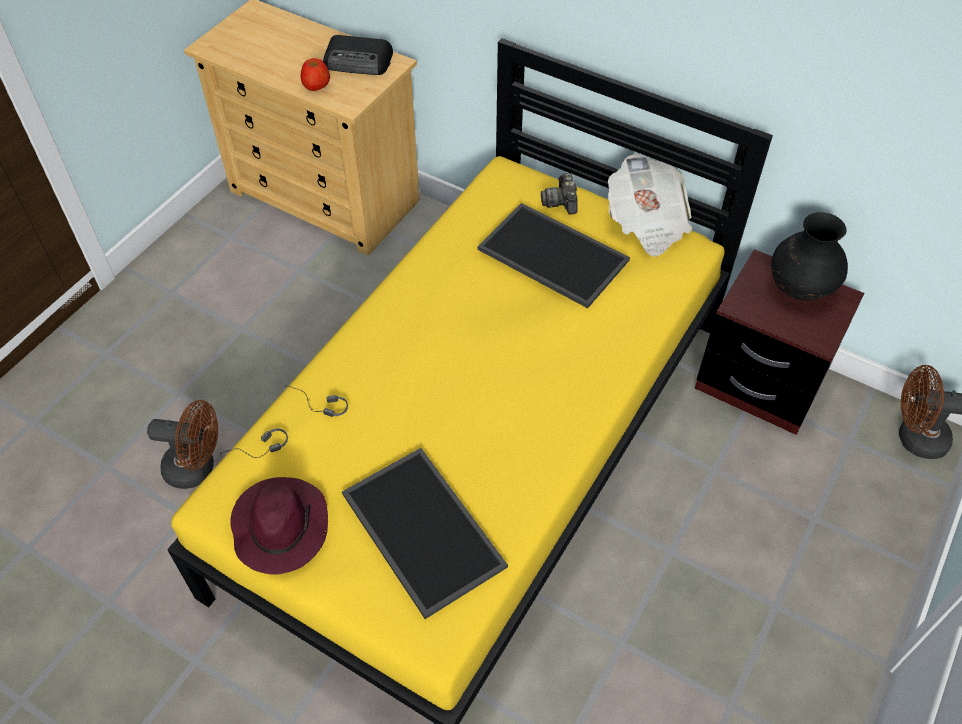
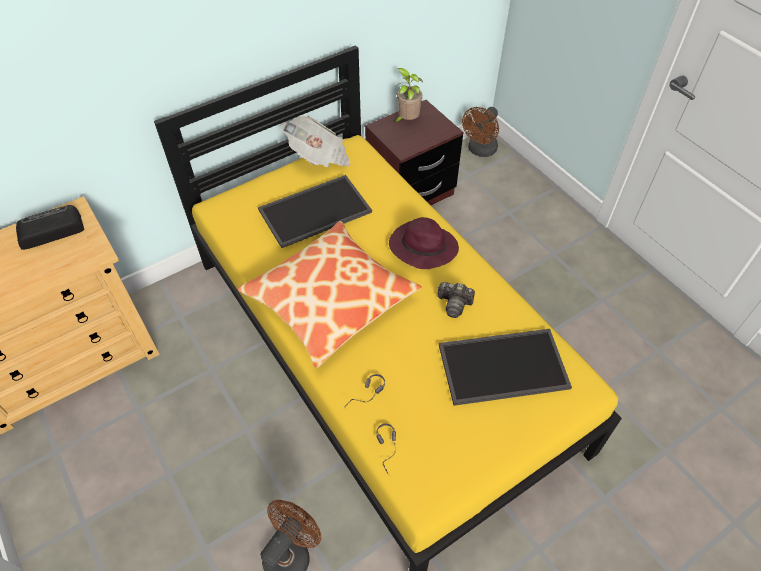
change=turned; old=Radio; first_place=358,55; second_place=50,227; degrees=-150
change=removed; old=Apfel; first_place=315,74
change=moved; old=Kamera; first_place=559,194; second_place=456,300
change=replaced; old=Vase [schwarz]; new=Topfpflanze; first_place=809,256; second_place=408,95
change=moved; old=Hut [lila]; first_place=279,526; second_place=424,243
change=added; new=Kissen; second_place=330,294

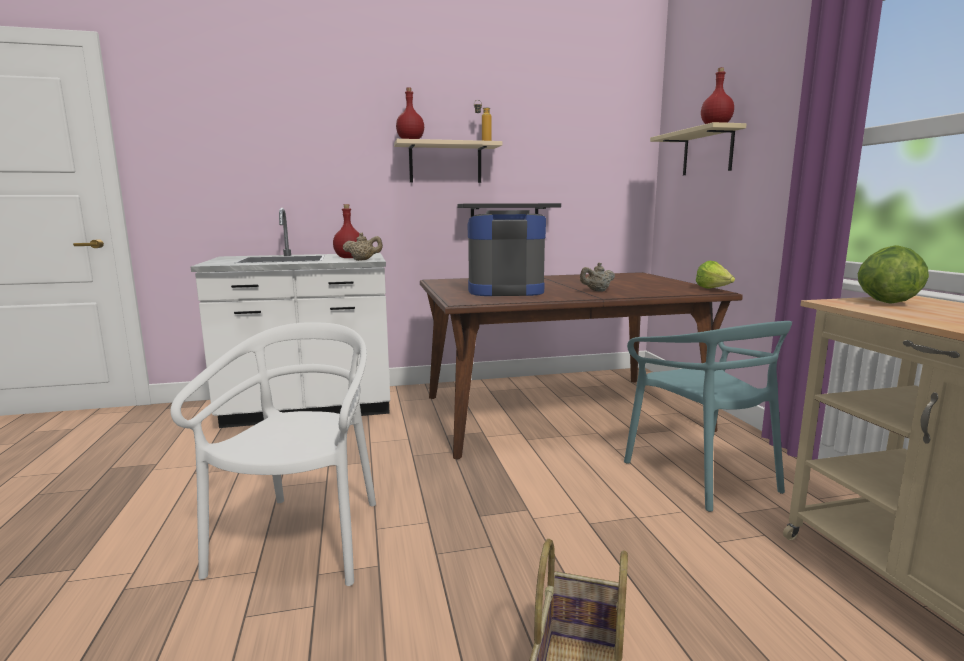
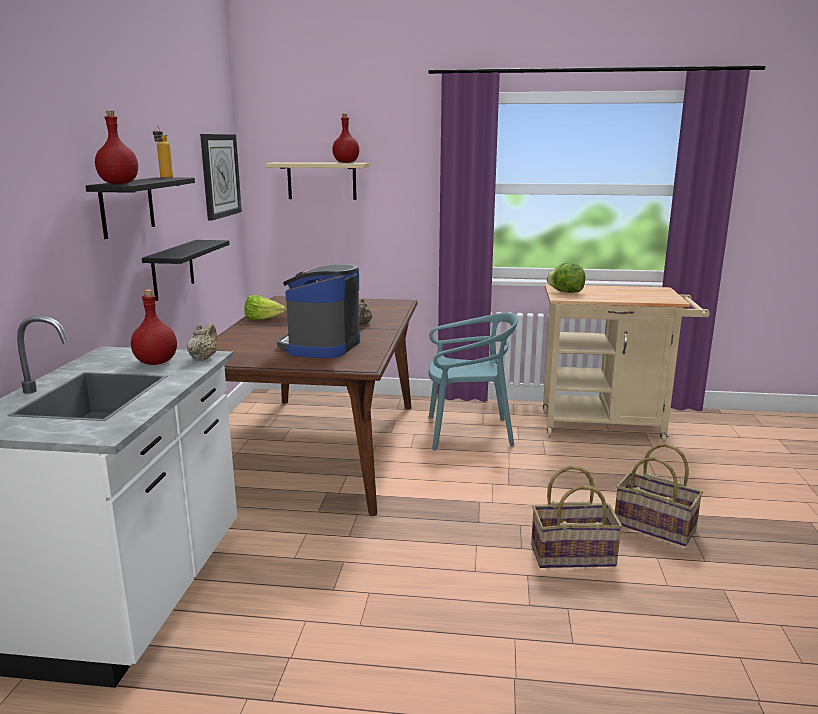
change=recoloured; old=Wandregal [beige]; new=Wandregal [schwarz]; first_place=448,161; second_place=140,208
change=moved; old=Salatkopf; first_place=715,275; second_place=266,307
change=removed; old=Stuhl [weiß]; first_place=273,454
change=added; new=Wanduhr; second_place=221,177
change=added; new=Korb; second_place=577,517

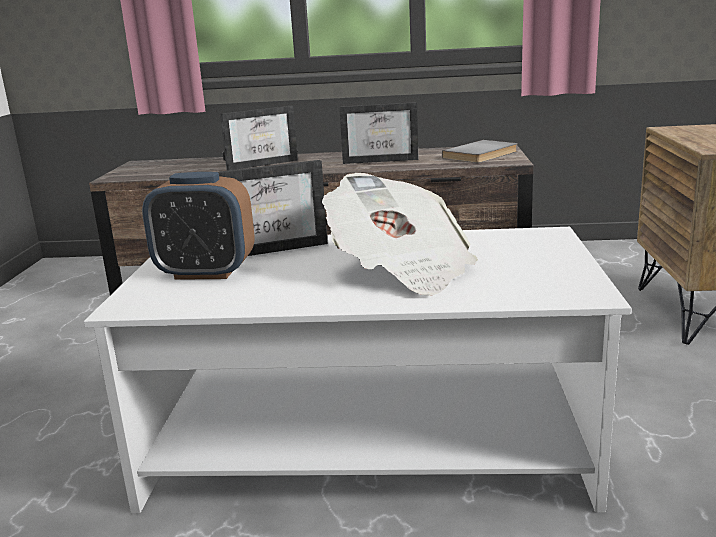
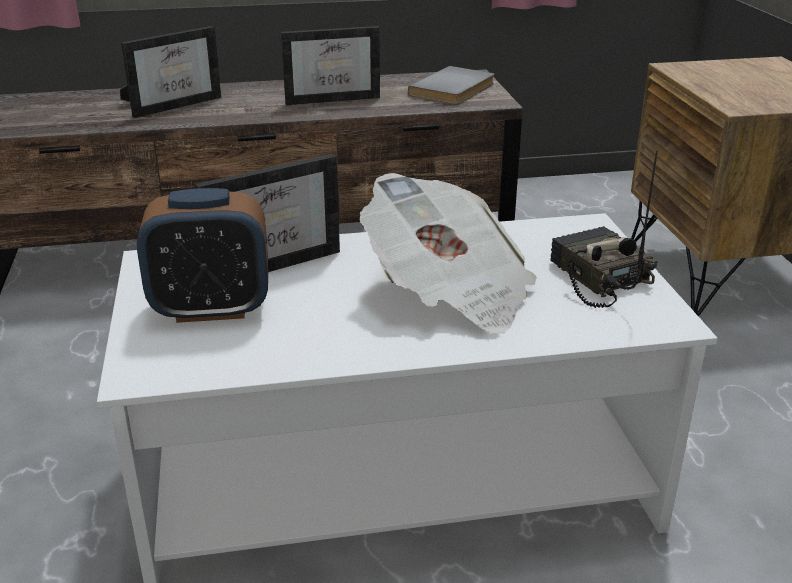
change=added; new=Radio; second_place=604,229

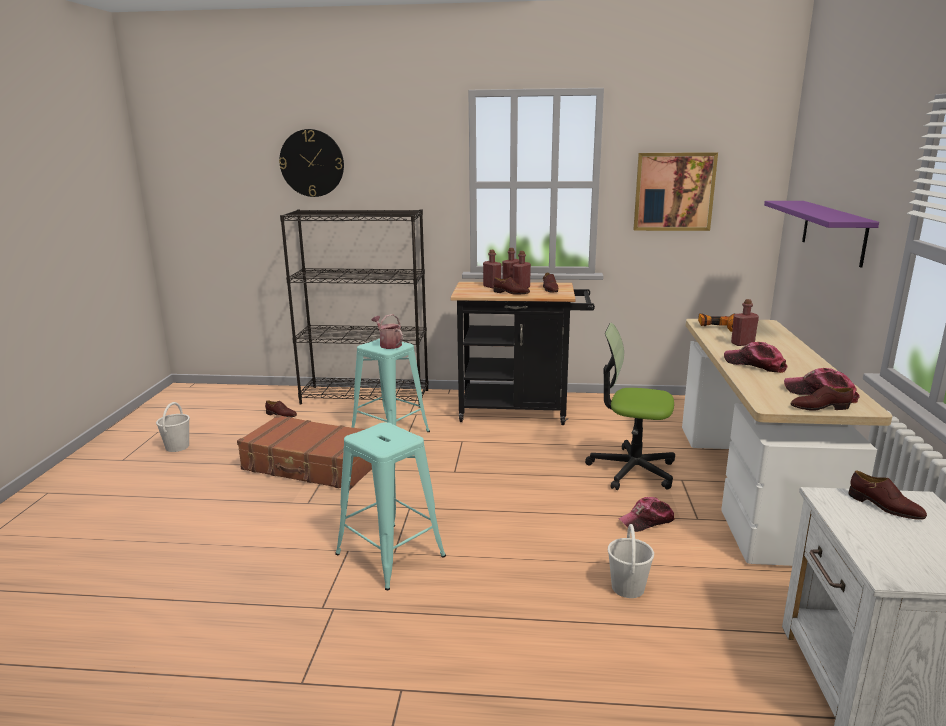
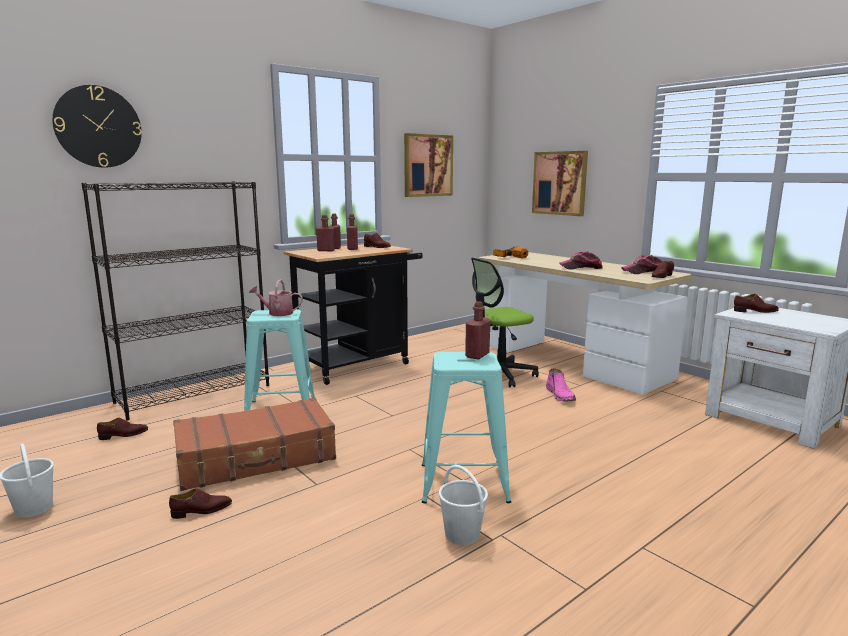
change=replaced; old=Wandregal [lila]; new=Bild; first_place=821,234; second_place=560,183
change=moved; old=Schuh [braun]; first_place=511,285; second_place=200,503
change=moved; old=Flasche [rot]; first_place=745,322; second_place=478,330
change=replaced; old=Kappe; new=Stiefel [rosa]; first_place=646,514; second_place=561,384
change=moved; old=Eimer [weiß]; first_place=631,561; second_place=463,505

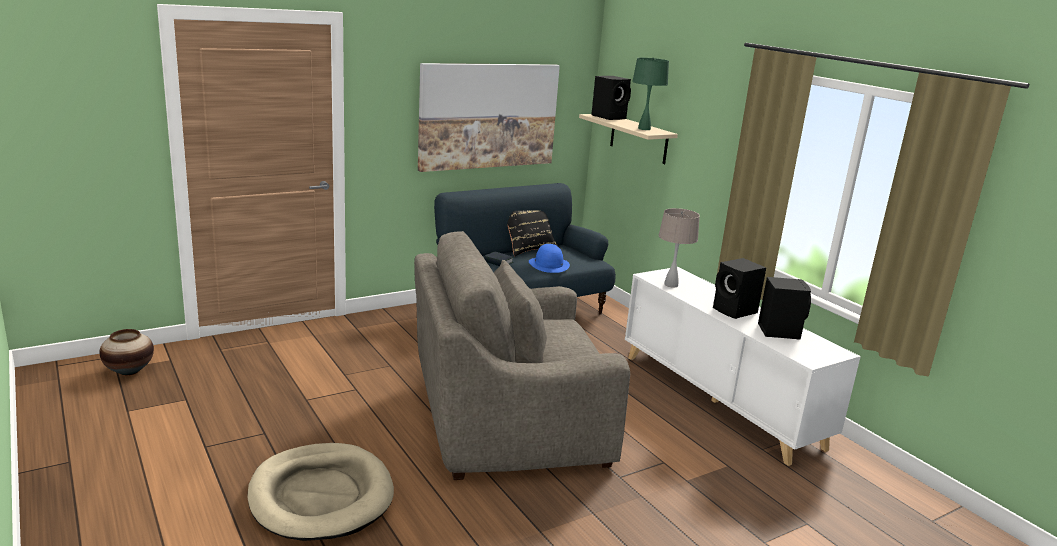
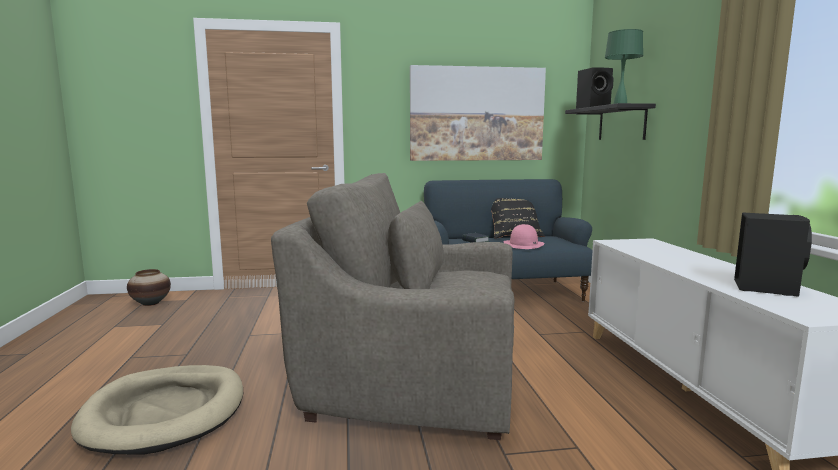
change=recoloured; old=Wandregal [beige]; new=Wandregal [schwarz]; first_place=628,139; second_place=610,121
change=removed; old=Tischlampe [beige]; first_place=679,247
change=recoloured; old=Hut [blau]; new=Hut [rosa]; first_place=549,258; second_place=524,236
change=removed; old=Lautsprecher [schwarz]; first_place=739,288

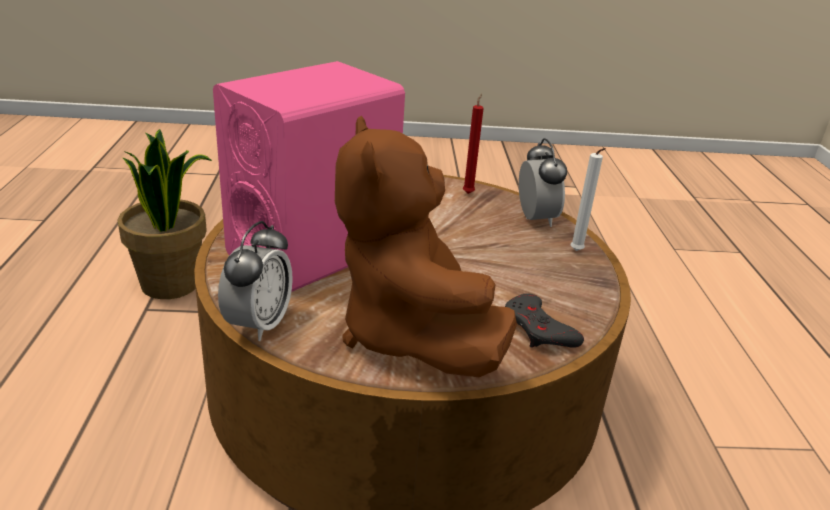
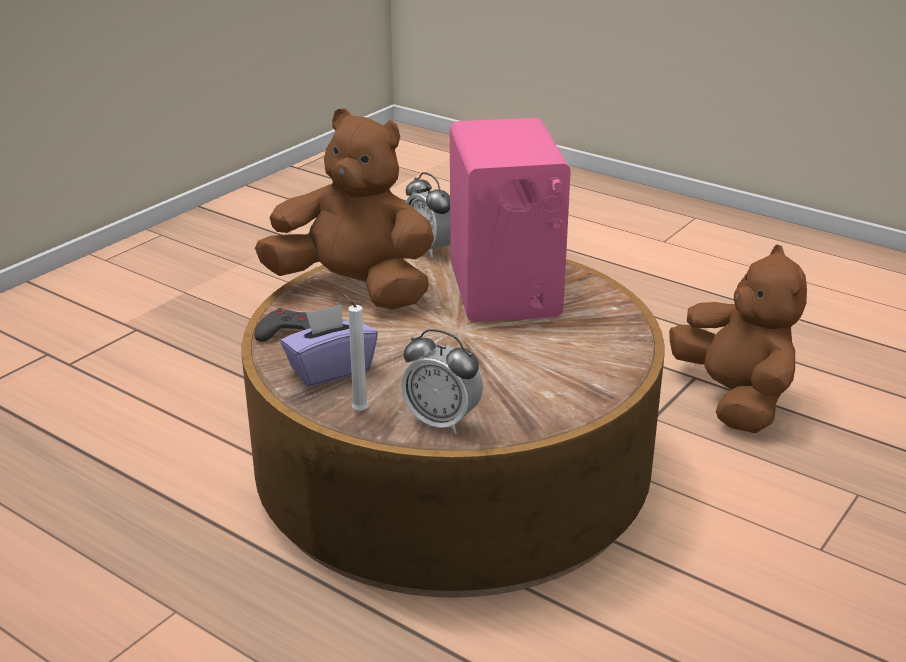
change=removed; old=Kerze [rot]; first_place=473,143
change=replaced; old=Topfpflanze; new=Plüschtier [braun]; first_place=164,214; second_place=738,339
change=added; new=Taschentuchbox [lila]; second_place=329,345

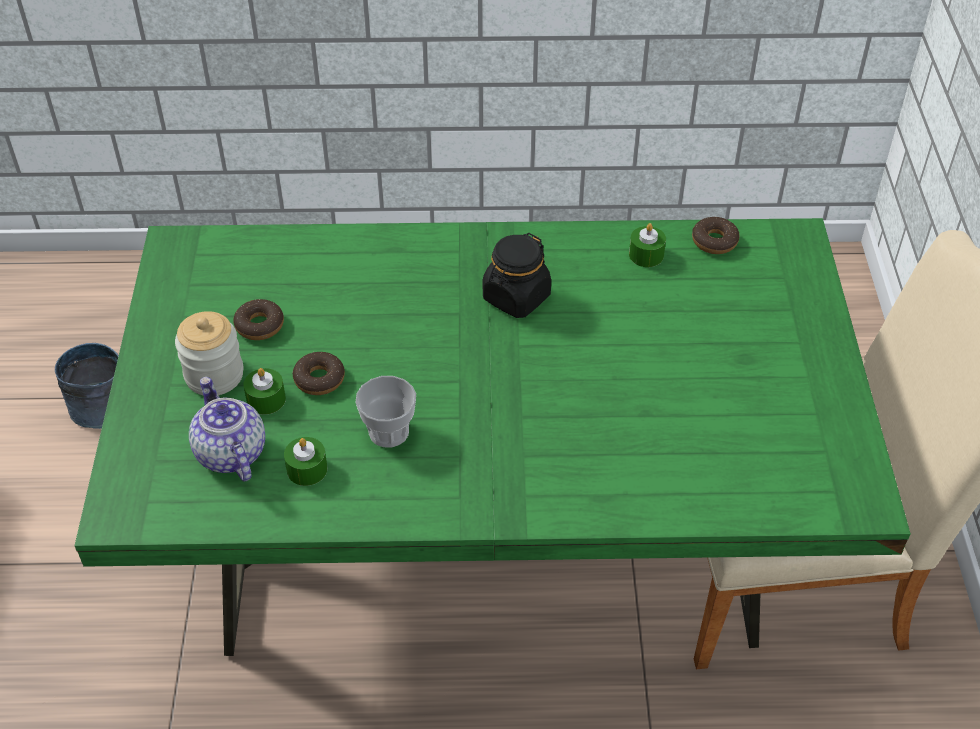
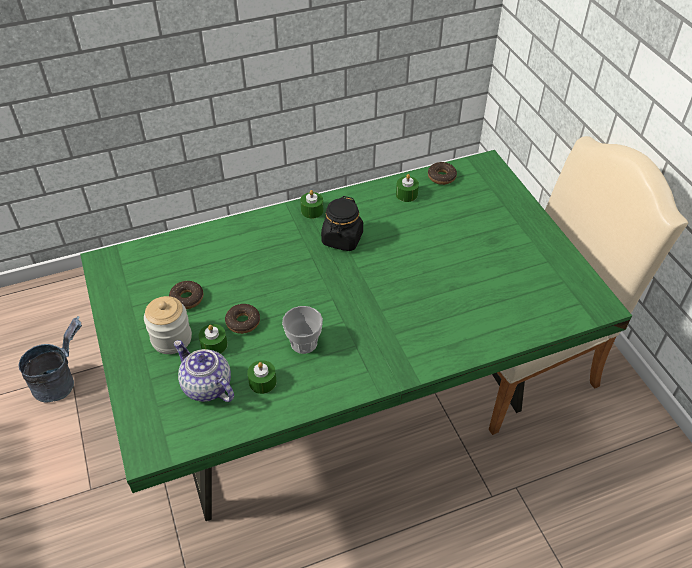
change=added; new=Kerze [grün]; second_place=312,204

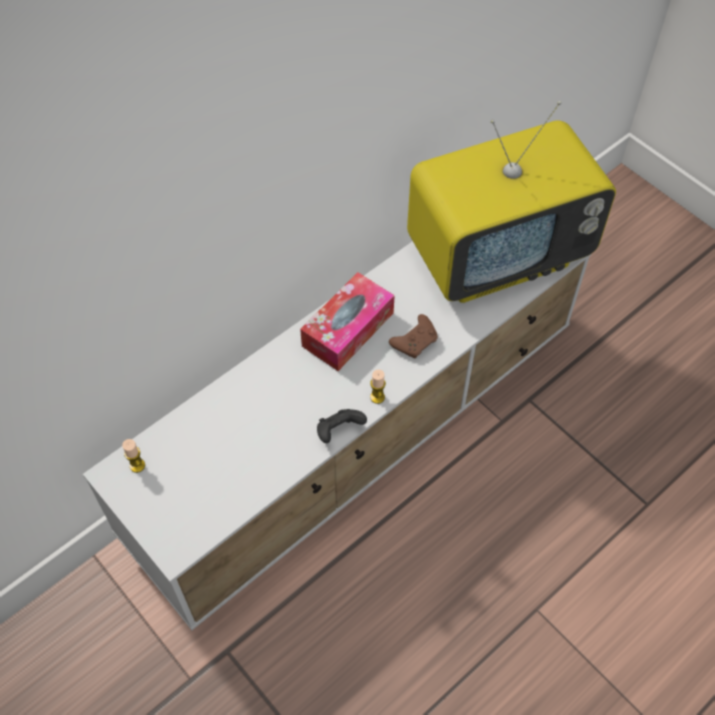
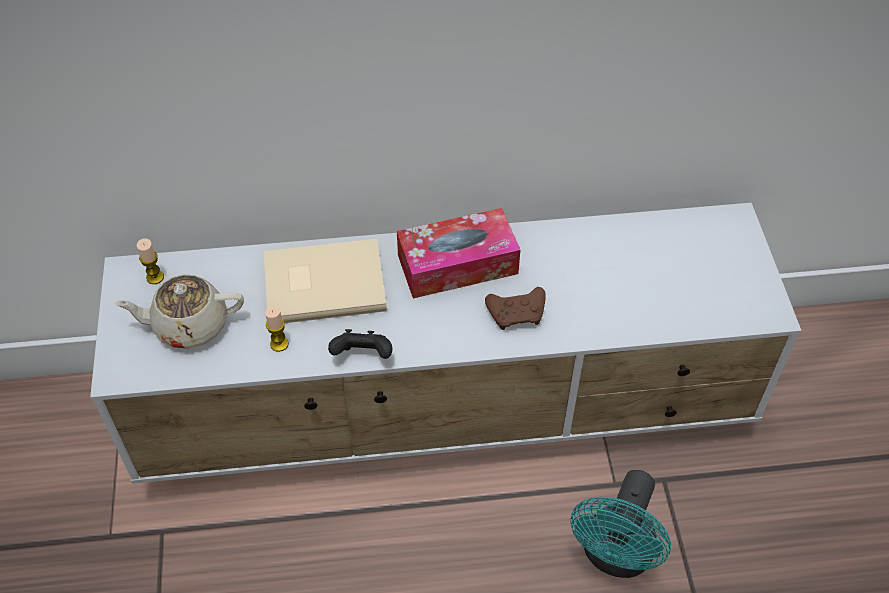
change=removed; old=Fernseher; first_place=511,202
change=moved; old=Kerze; first_place=378,387; second_place=277,329
change=added; new=Buch [beige]; second_place=325,281
change=added; new=Teekanne [beige]; second_place=179,311
change=added; new=Ventilator [türkis]; second_place=620,524

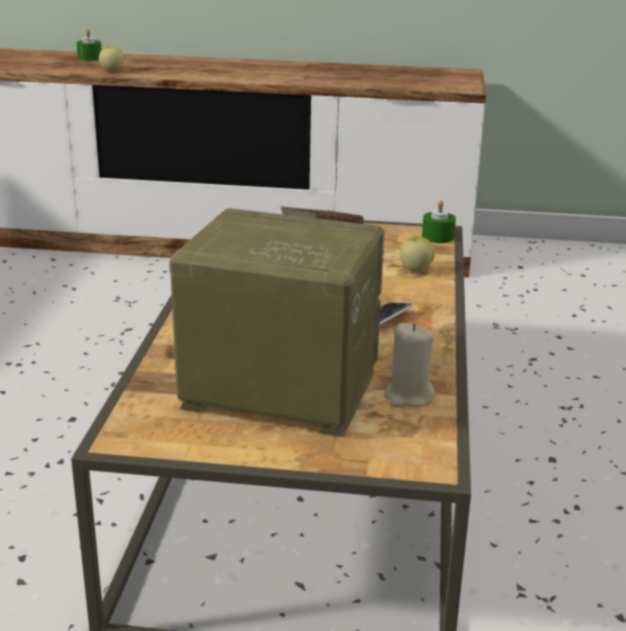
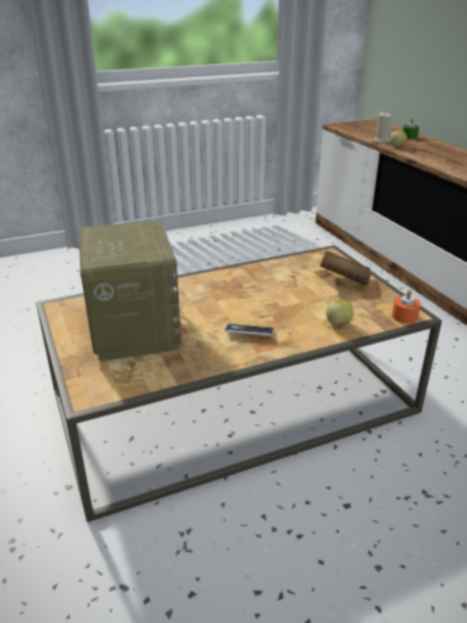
change=recoloured; old=Kerze [grün]; new=Kerze [orange]; first_place=439,221; second_place=406,307
change=moved; old=Kerze [beige]; first_place=409,365; second_place=382,127

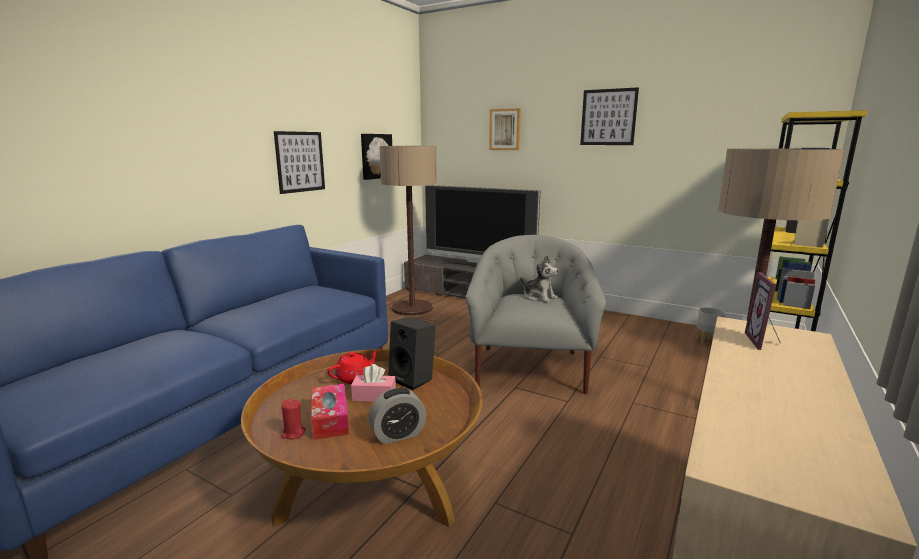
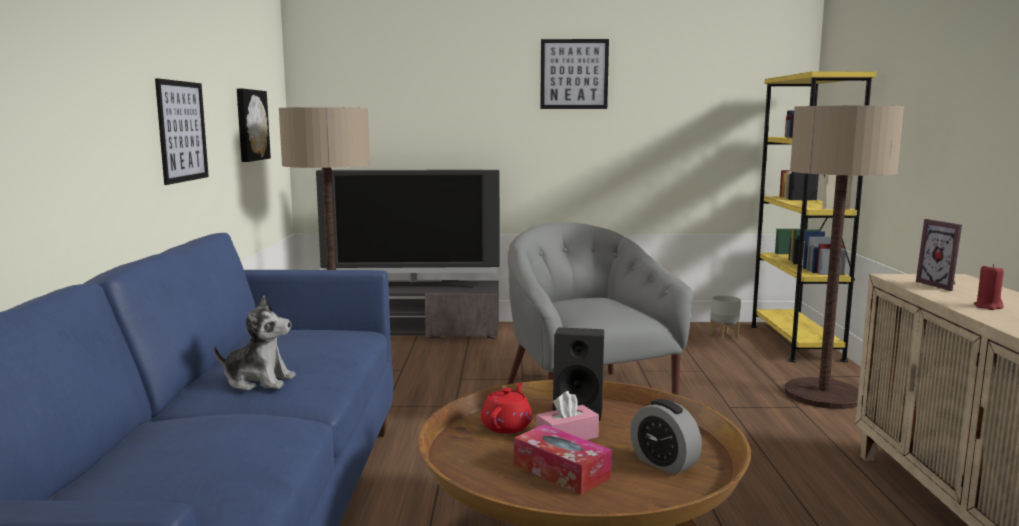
change=removed; old=Bild; first_place=505,129
change=moved; old=Plüschtier; first_place=539,279; second_place=255,343
change=turned; old=Wecker; first_place=397,416; second_place=666,437; degrees=105
change=moved; old=Kerze [rot]; first_place=293,419; second_place=988,287

